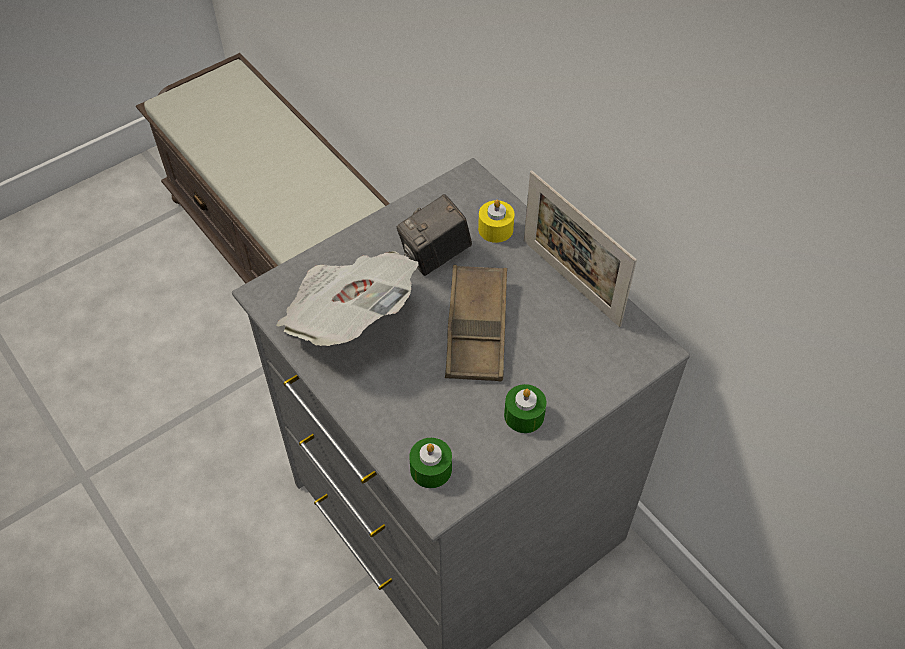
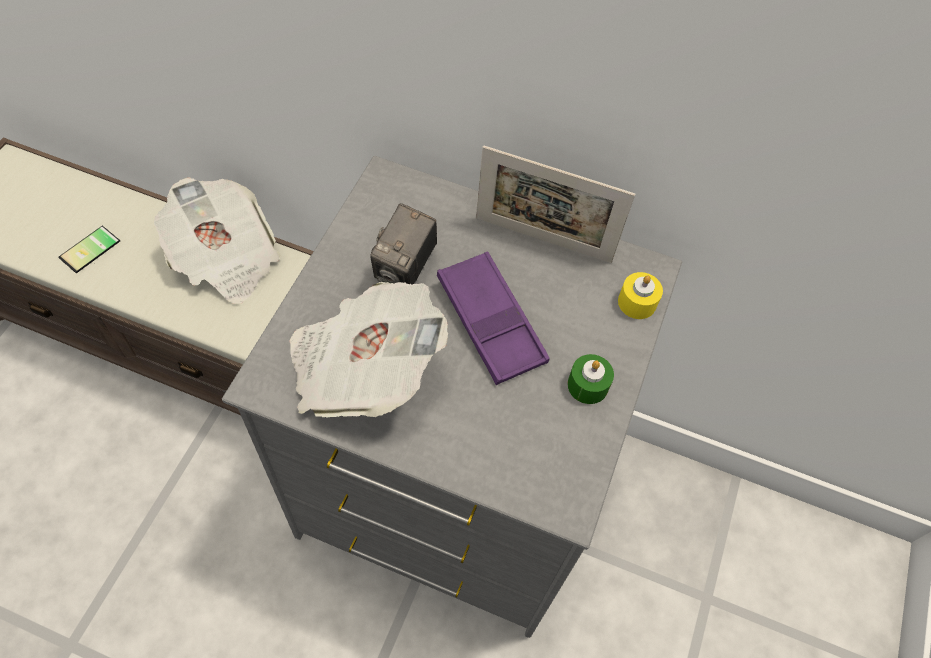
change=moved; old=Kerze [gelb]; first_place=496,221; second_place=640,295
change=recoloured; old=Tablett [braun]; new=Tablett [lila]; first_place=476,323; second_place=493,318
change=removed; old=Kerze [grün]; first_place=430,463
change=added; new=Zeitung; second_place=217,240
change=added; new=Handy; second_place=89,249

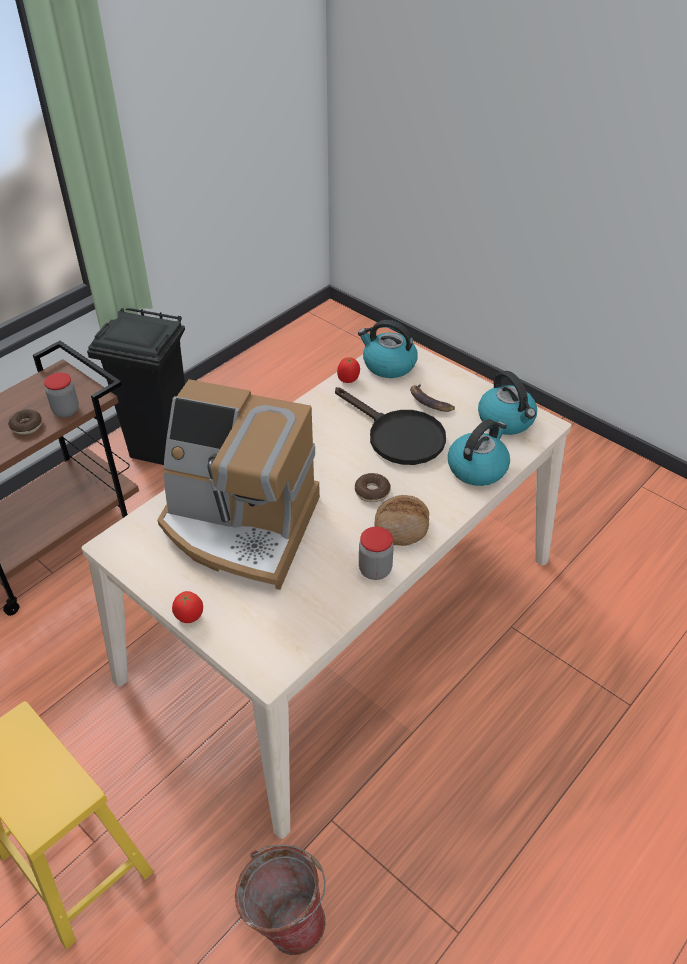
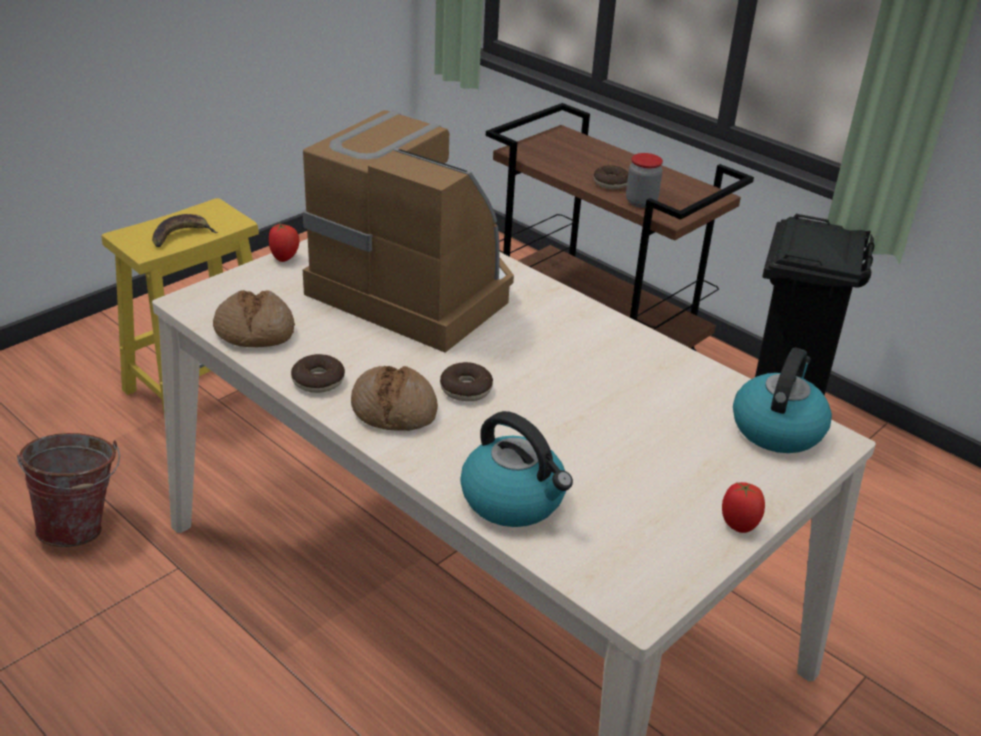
change=moved; old=Tomate; first_place=348,370; second_place=743,507
change=removed; old=Wasserkessel; first_place=507,403
change=turned; old=Kaffeemaschine; first_place=238,484; second_place=408,231; degrees=105
change=moved; old=Banane; first_place=432,398; second_place=185,230
change=removed; old=Pfanne [schwarz]; first_place=390,426
change=replaced; old=Vorratsglas; new=Donut; first_place=376,553; second_place=318,373
change=added; new=Brot; second_place=254,318

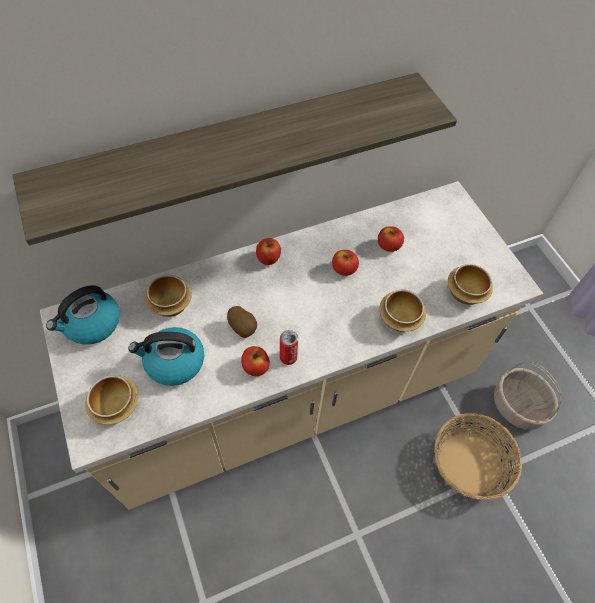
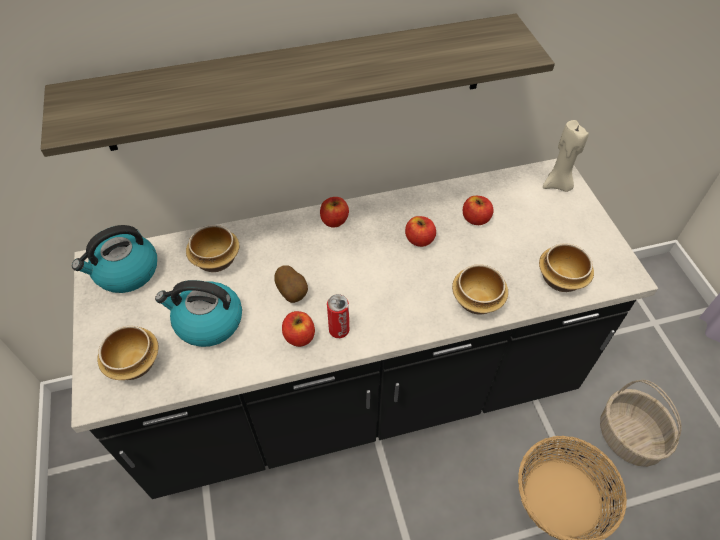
change=recoloured; old=Küchenzeile [beige]; new=Küchenzeile [schwarz]; first_place=291,345; second_place=364,329
change=added; new=Kerze [beige]; second_place=566,156

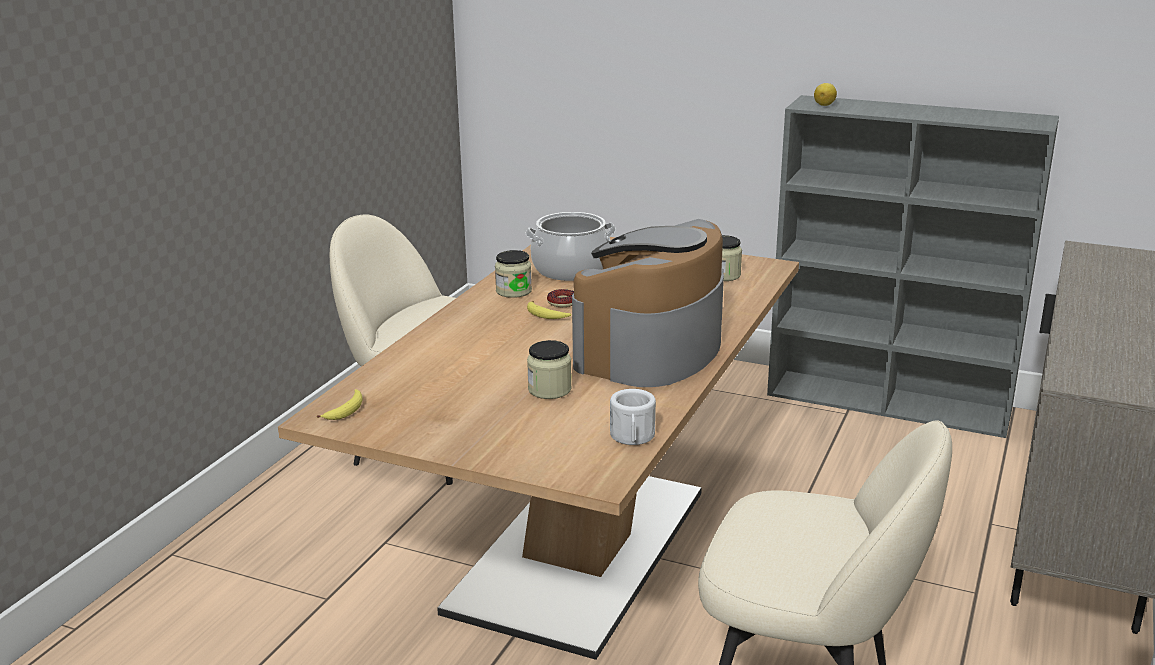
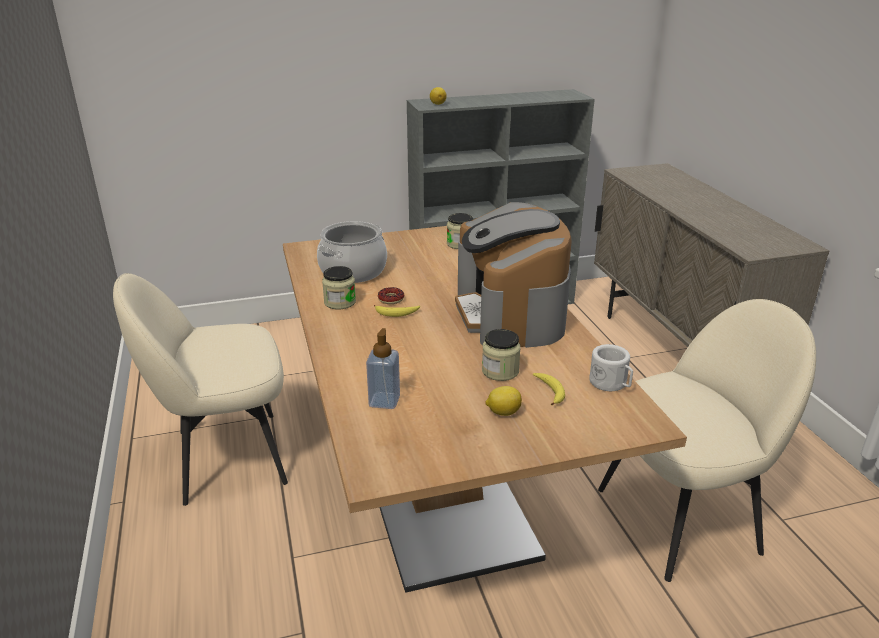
change=moved; old=Banane; first_place=340,404; second_place=549,389
change=added; new=Seifenspender; second_place=383,368
change=added; new=Zitrone; second_place=503,401

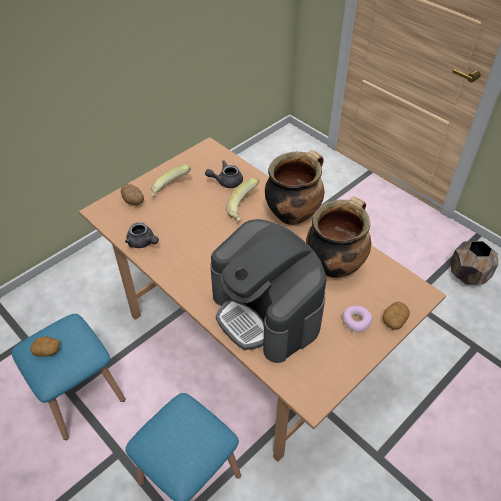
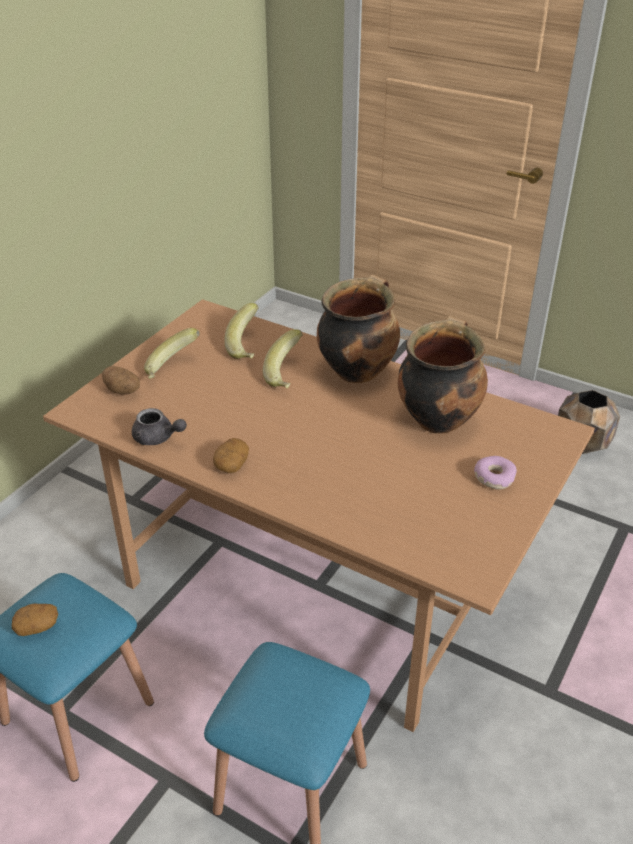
change=replaced; old=Teekanne [grau]; new=Banane; first_place=224,174; second_place=241,331
change=removed; old=Kaffeemaschine; first_place=268,291
change=moved; old=Kartoffel; first_place=396,315; second_place=231,455

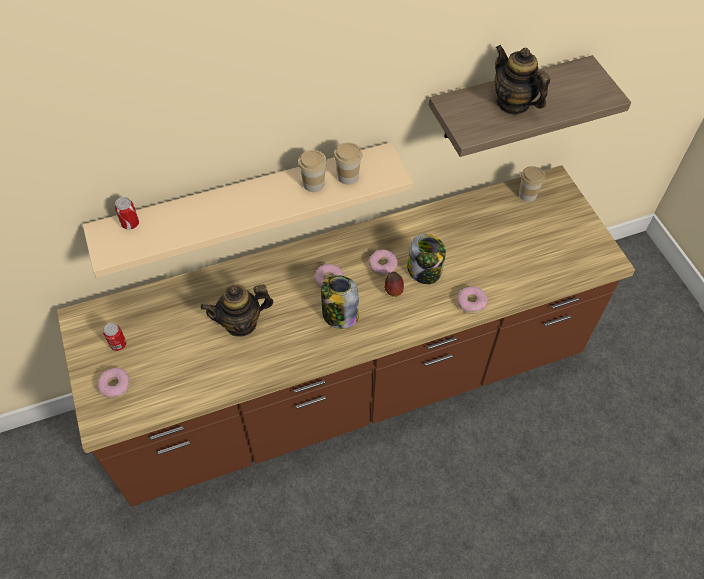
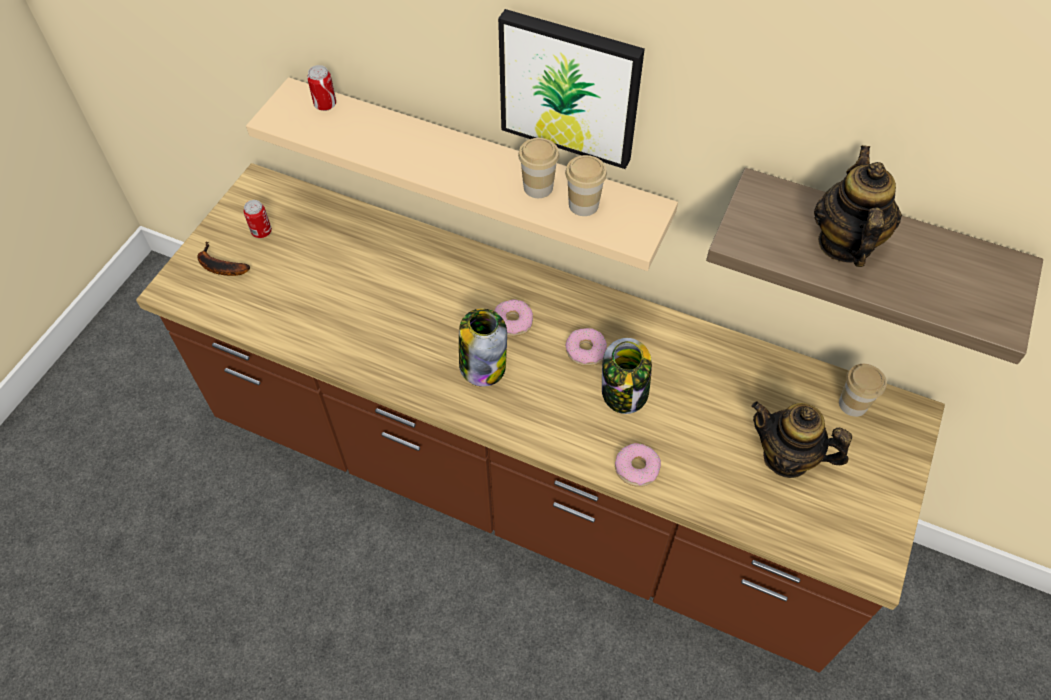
change=removed; old=Apfel; first_place=394,284
change=moved; old=Teekanne; first_place=237,310; second_place=801,439
change=replaced; old=Donut; new=Banane; first_place=114,383; second_place=223,259
change=added; new=Bild; second_place=571,89

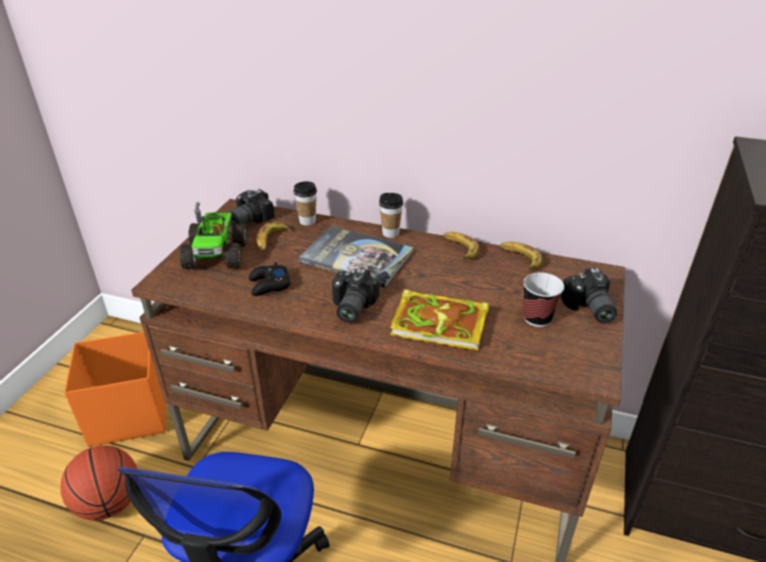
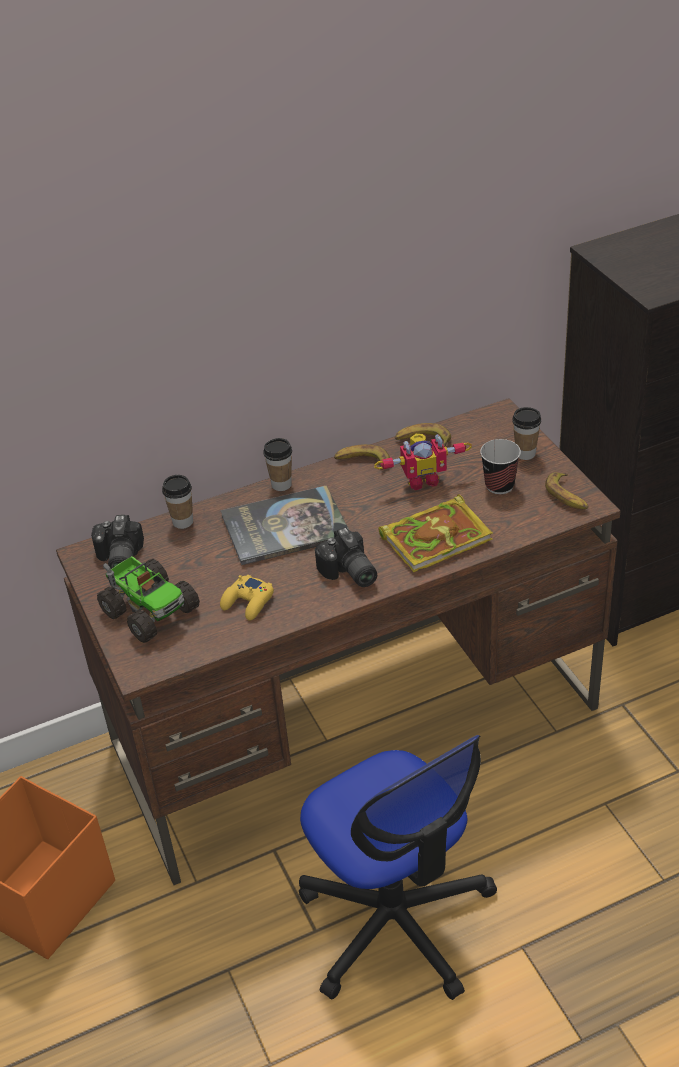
change=moved; old=Banane; first_place=273,237; second_place=566,491
change=recoloured; old=Gamepad [schwarz]; new=Gamepad [gelb]; first_place=270,279; second_place=247,597
change=replaced; old=Kamera; new=Tasse; first_place=588,296; second_place=526,433
change=removed; old=Basketball; first_place=98,483
change=added; new=Spielzeugroboter; second_place=423,462

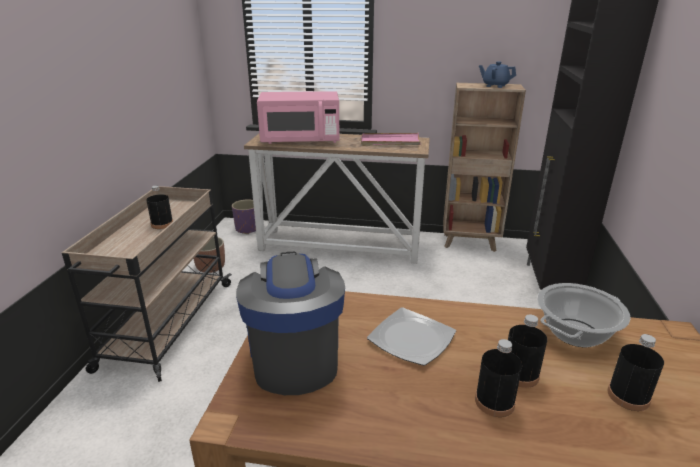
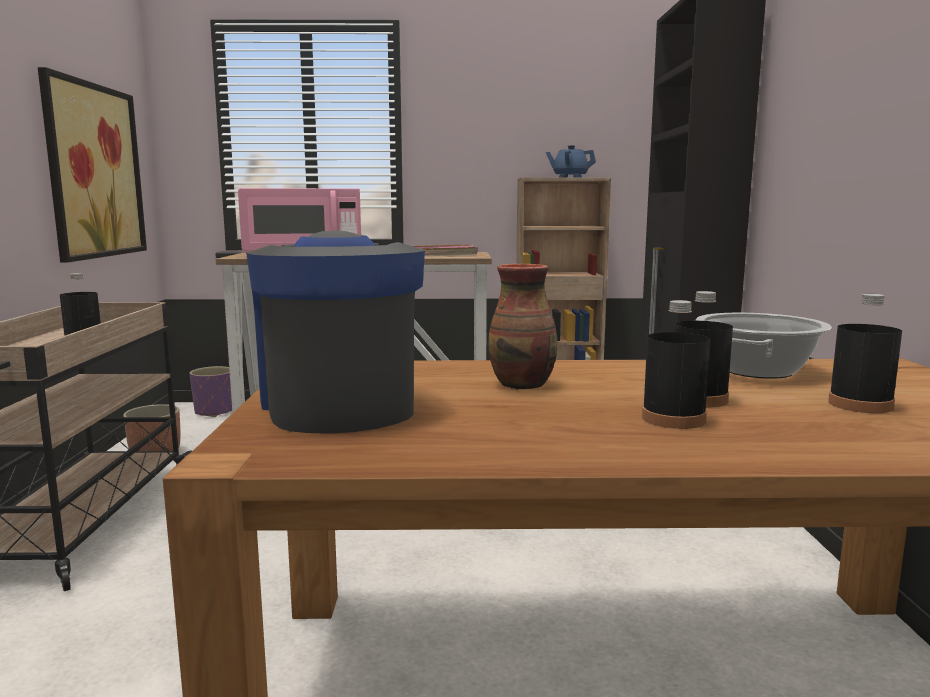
change=replaced; old=Teller; new=Vase; first_place=411,336; second_place=523,327
change=added; new=Bild; second_place=92,165

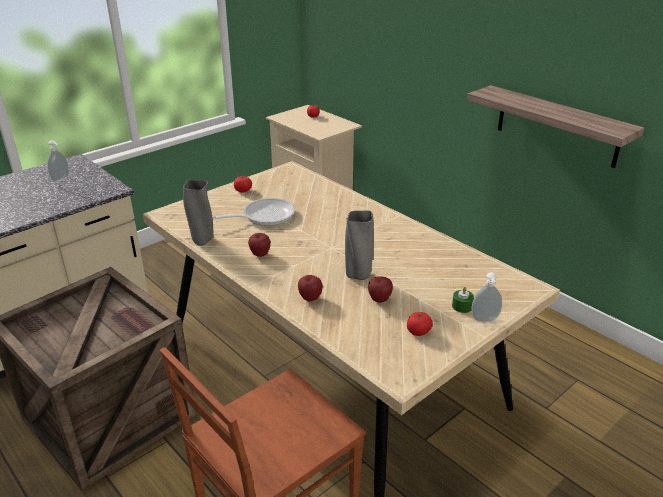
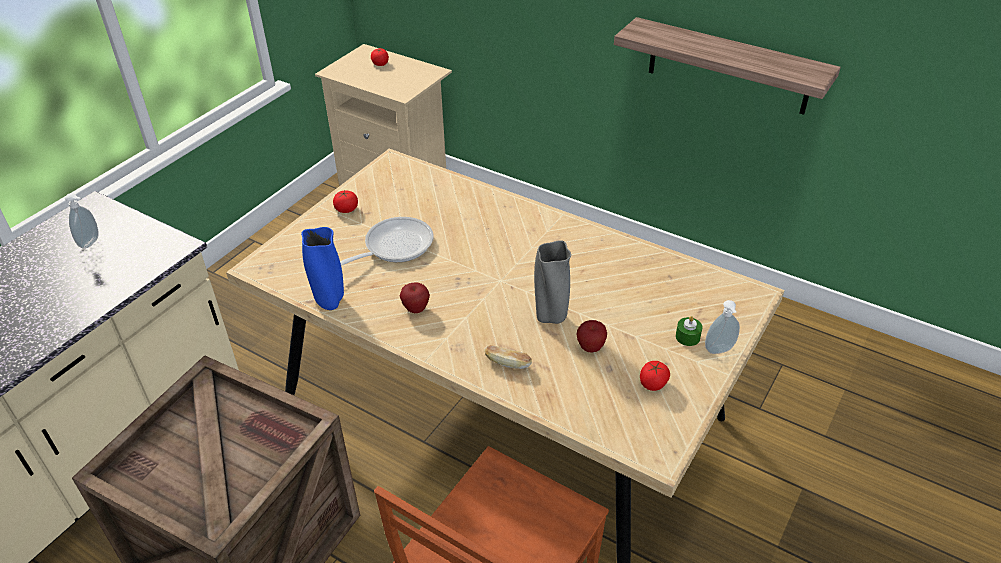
change=recoloured; old=Vase [grau]; new=Vase [blau]; first_place=198,213; second_place=322,268
change=replaced; old=Apfel; new=Brot; first_place=310,288; second_place=508,357

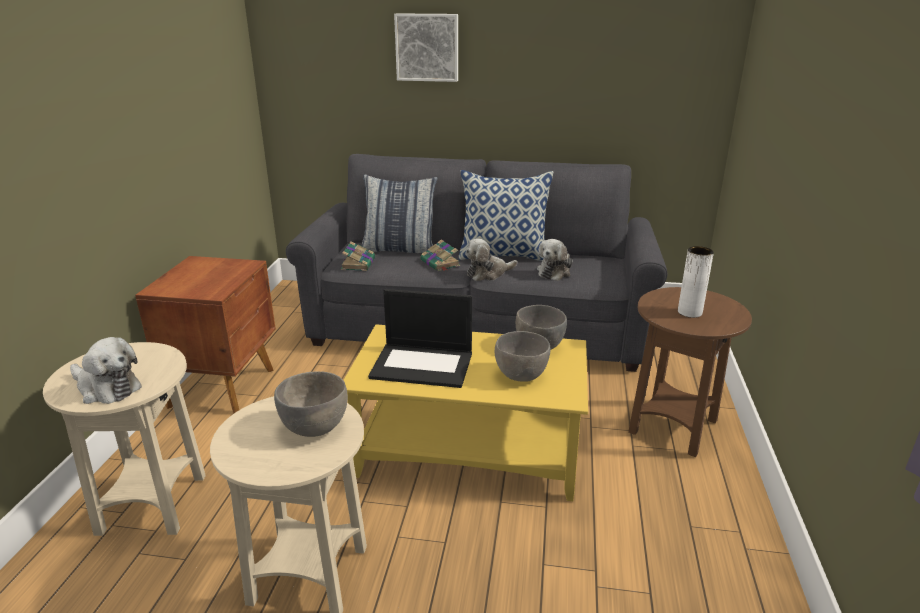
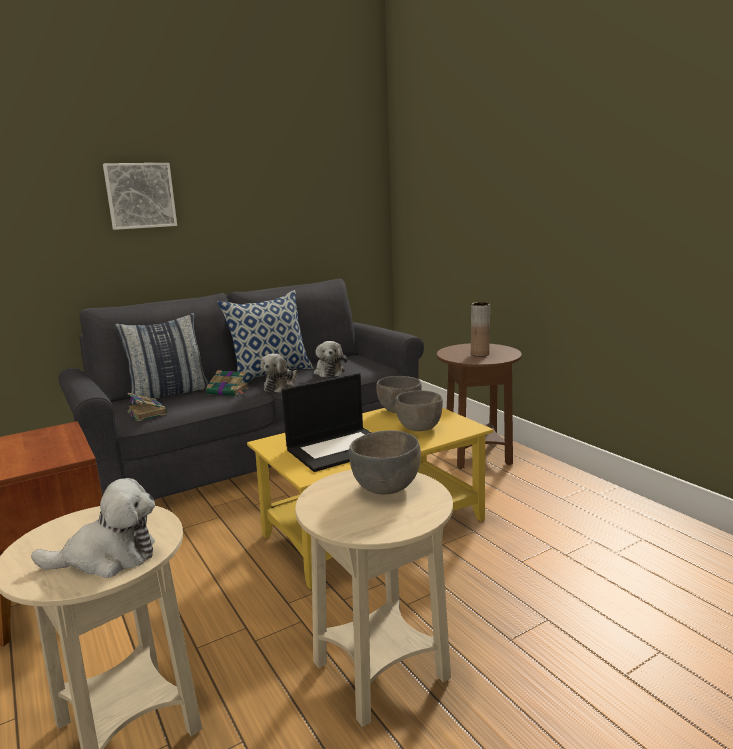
change=recoloured; old=Vase [weiß]; new=Vase [braun]; first_place=696,282; second_place=480,329

